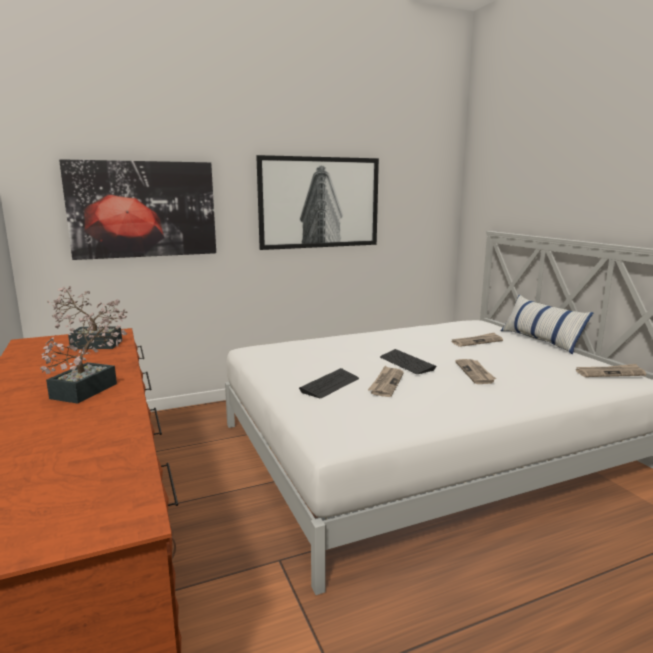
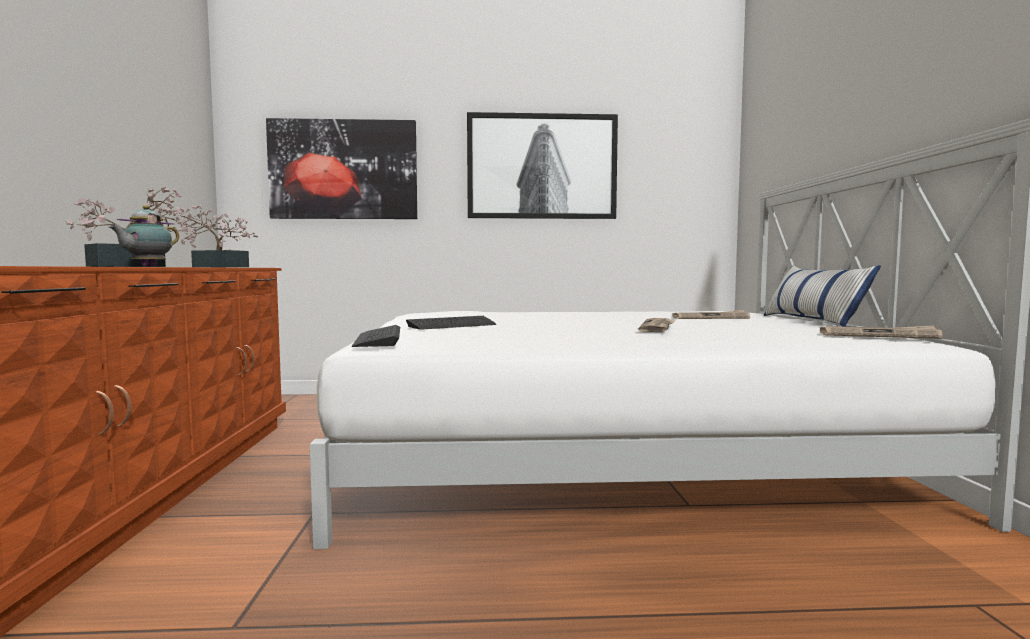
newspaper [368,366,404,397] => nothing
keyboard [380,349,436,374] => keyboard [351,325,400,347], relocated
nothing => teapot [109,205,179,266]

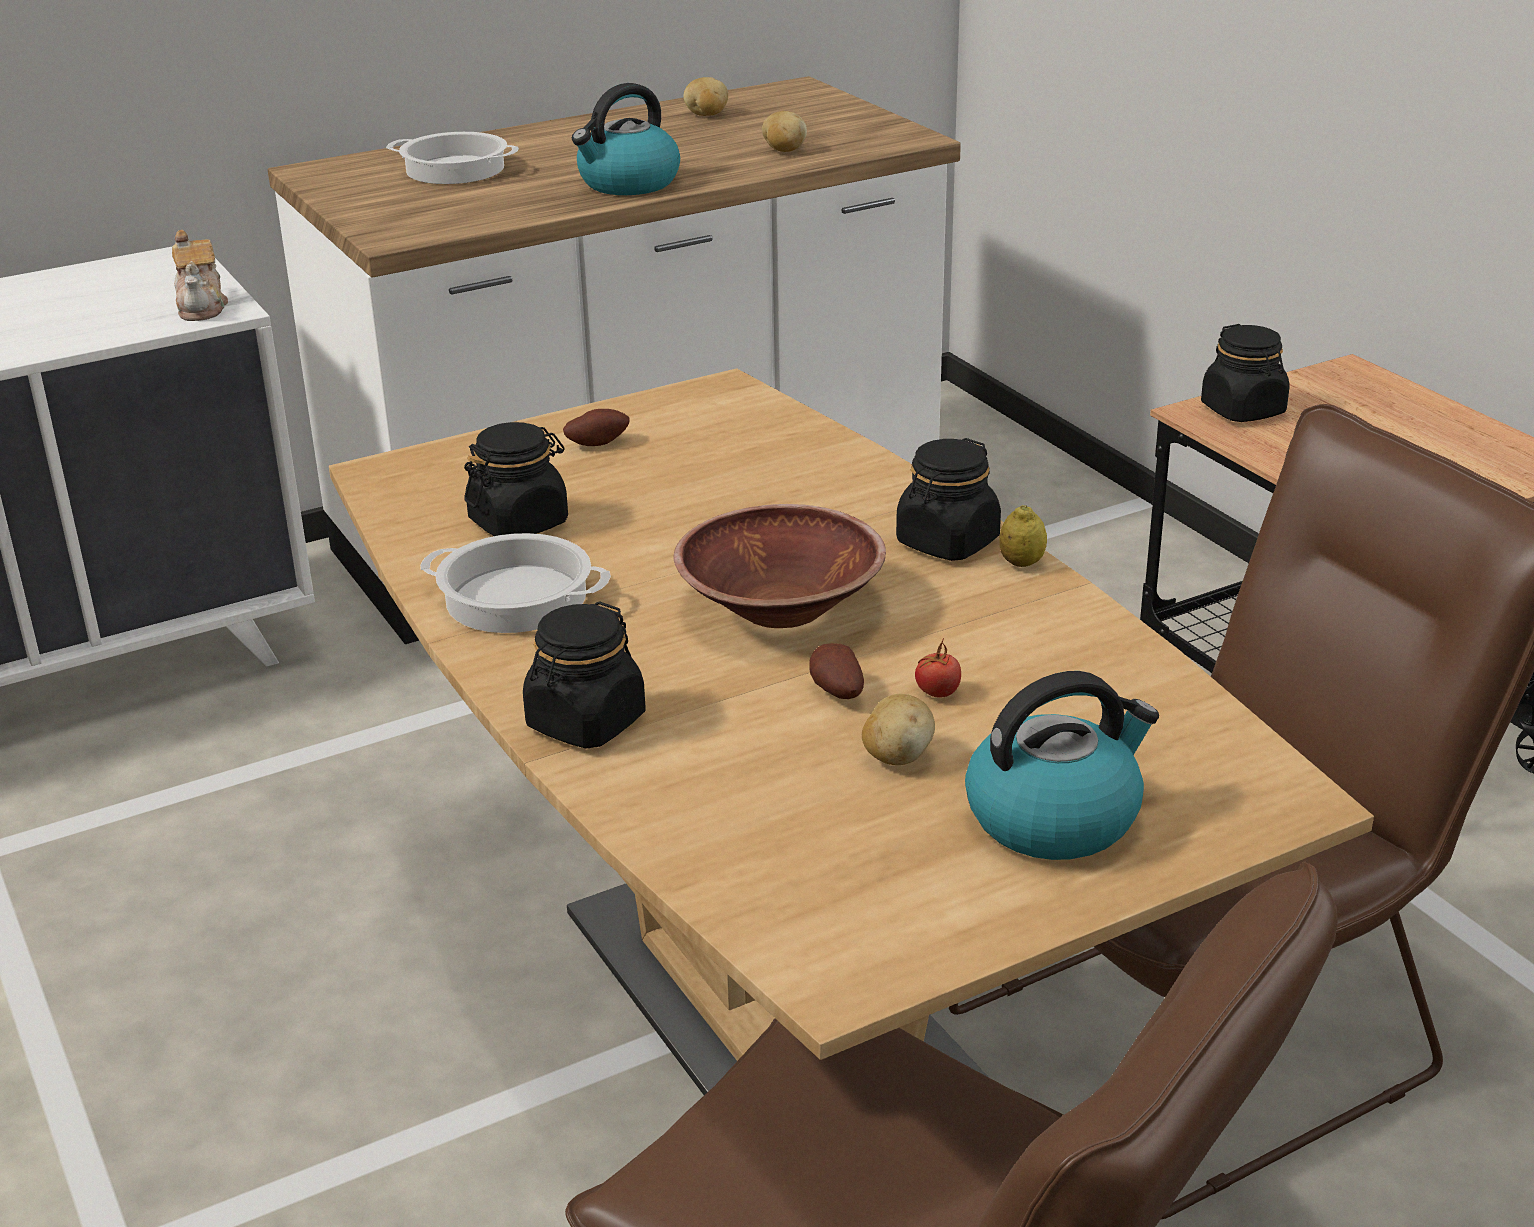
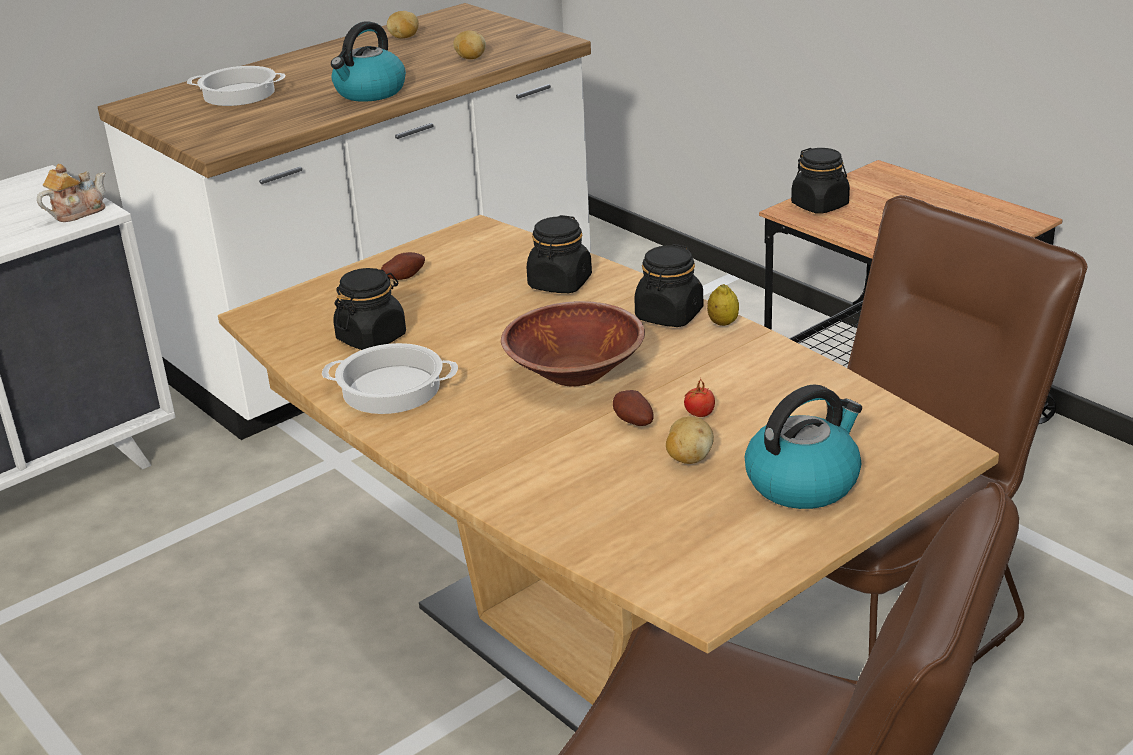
teapot [172,230,228,321] => teapot [37,164,106,222], 105 degrees counterclockwise
black jar [523,602,646,749] => black jar [527,215,592,293], relocated

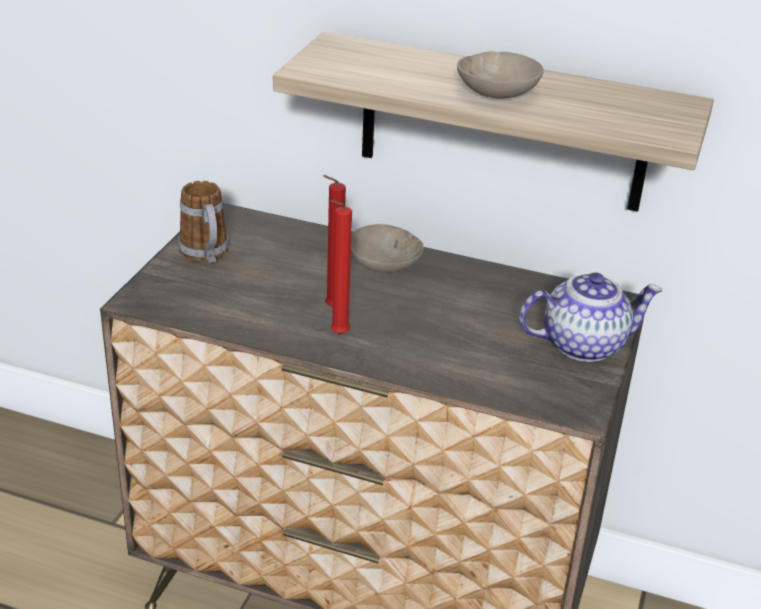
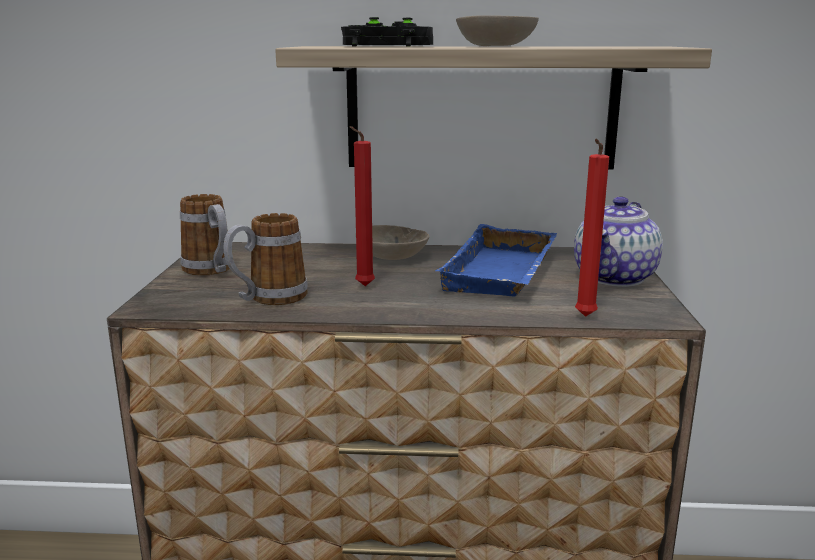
red candle [331,200,352,334] => red candle [575,139,609,317], relocated
teapot [519,272,663,362] => teapot [574,197,663,287], 150 degrees clockwise
nothing => mug [224,213,308,305]
nothing => black game controller [341,17,433,46]
nothing => blue tray [435,224,557,296]

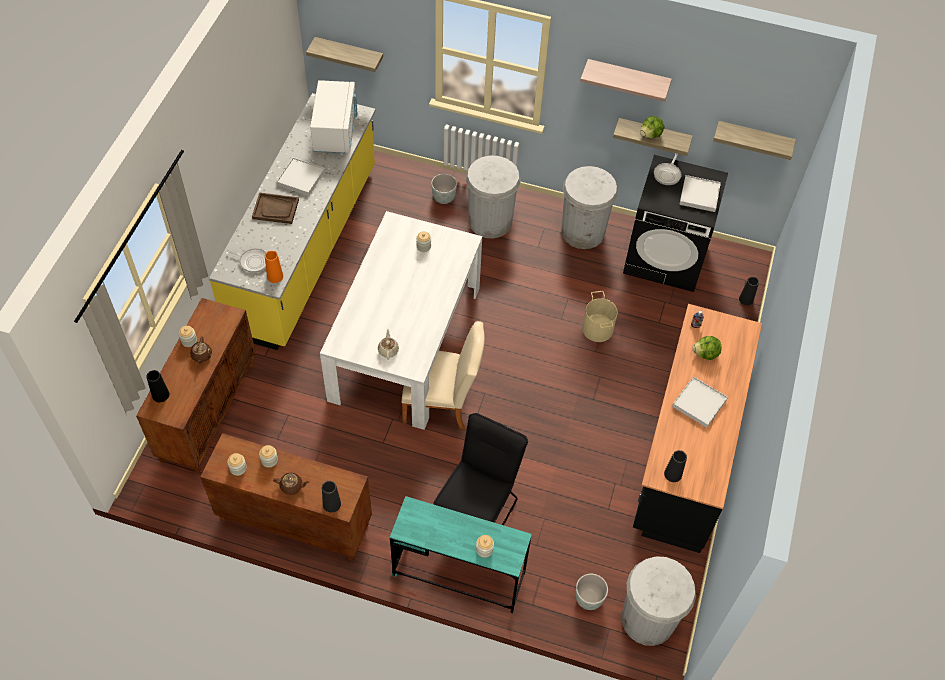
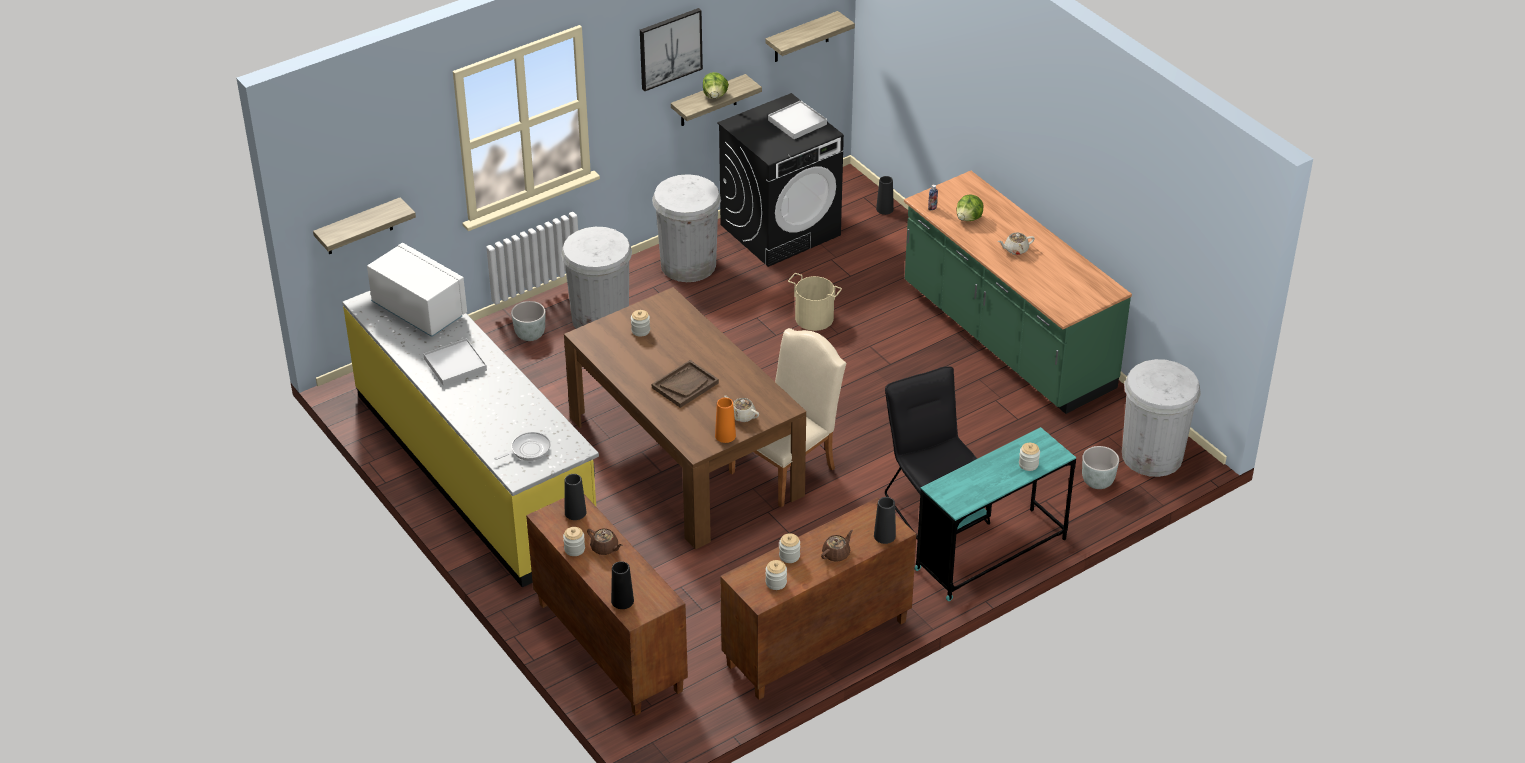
brown tray [252,193,299,224] => brown tray [652,360,719,408], relocated
orange vase [265,251,283,283] => orange vase [715,398,736,443], relocated
white dining table [320,211,482,430] => brown dining table [564,287,806,550]
shelf [580,59,672,102] => picture [640,8,703,91]
black counter [633,304,762,553] => green counter [904,171,1132,414]
frying pan [654,153,682,185] => nothing
black vase [664,450,687,482] => black vase [565,474,586,520], relocated
white tray [672,376,728,428] => beige teapot [998,233,1035,255]

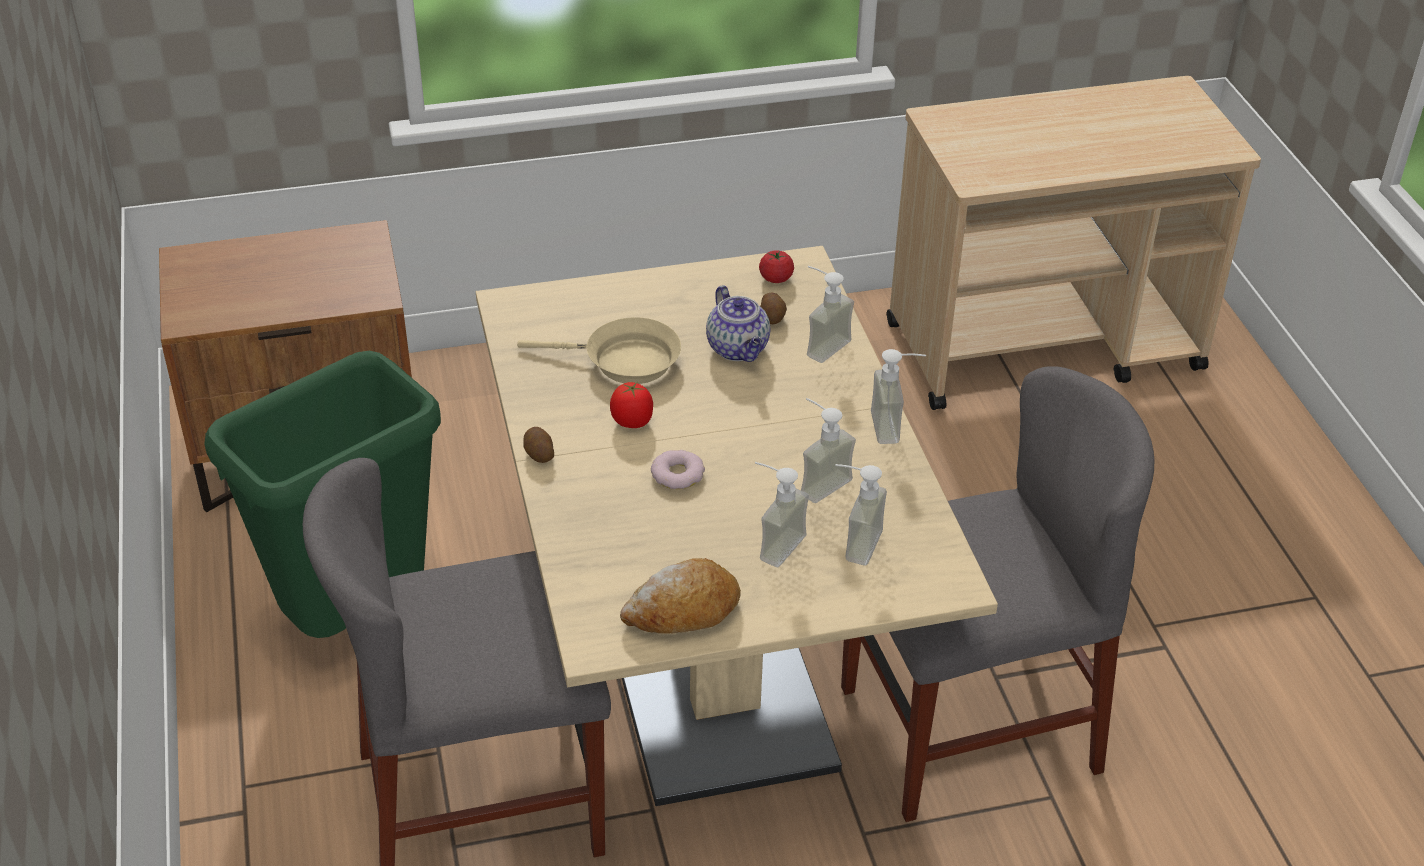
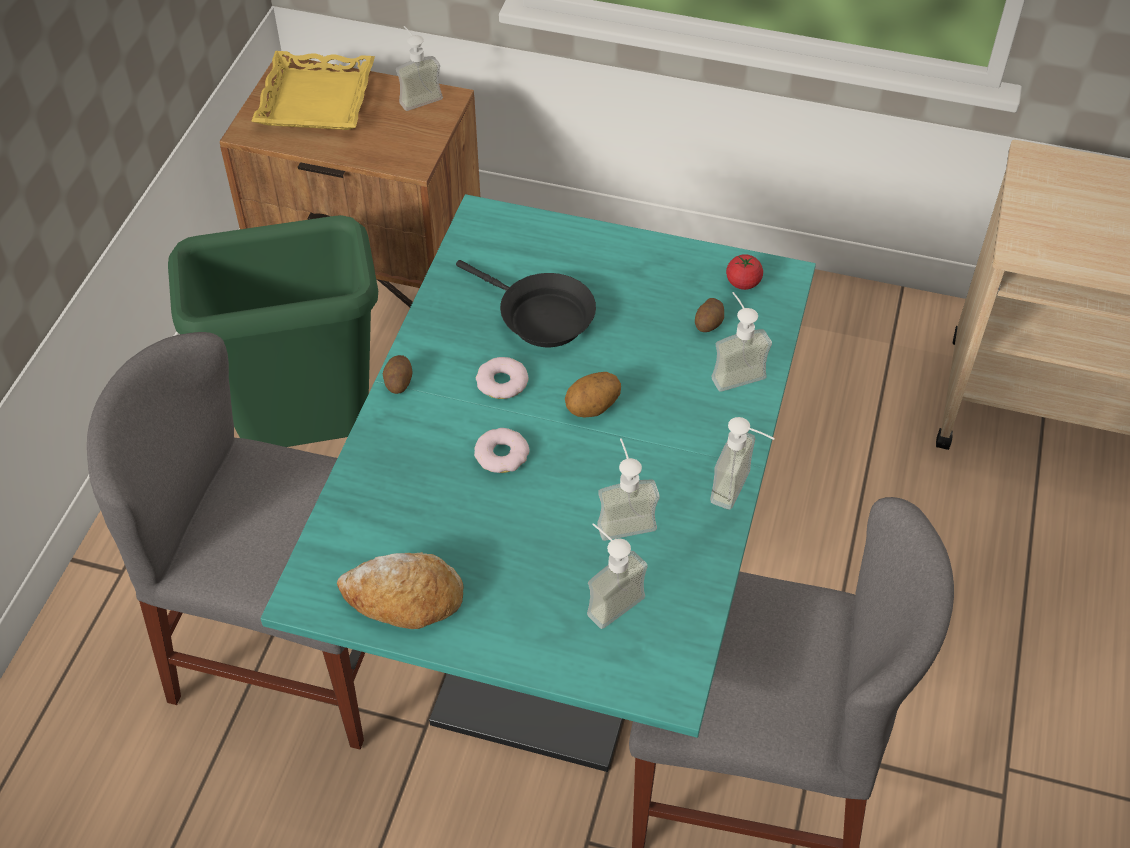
beige dining table [476,246,998,806] => turquoise dining table [260,194,816,772]
beige frying pan [517,317,681,384] => black frying pan [456,260,596,347]
tomato [610,381,653,428] => donut [476,357,529,399]
teapot [706,285,770,362] => nothing
soap dispenser [755,462,809,567] => soap dispenser [396,26,443,111], relocated
nothing => yellow tray [251,51,375,130]
nothing => potato [565,372,621,417]

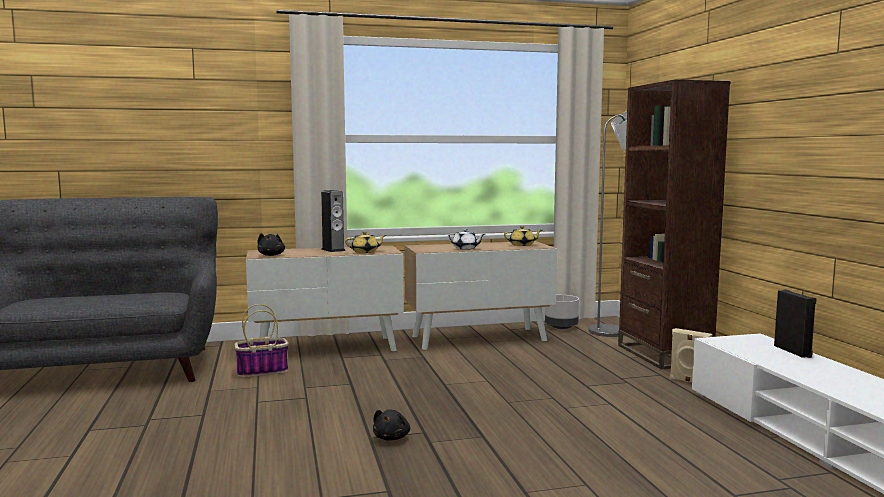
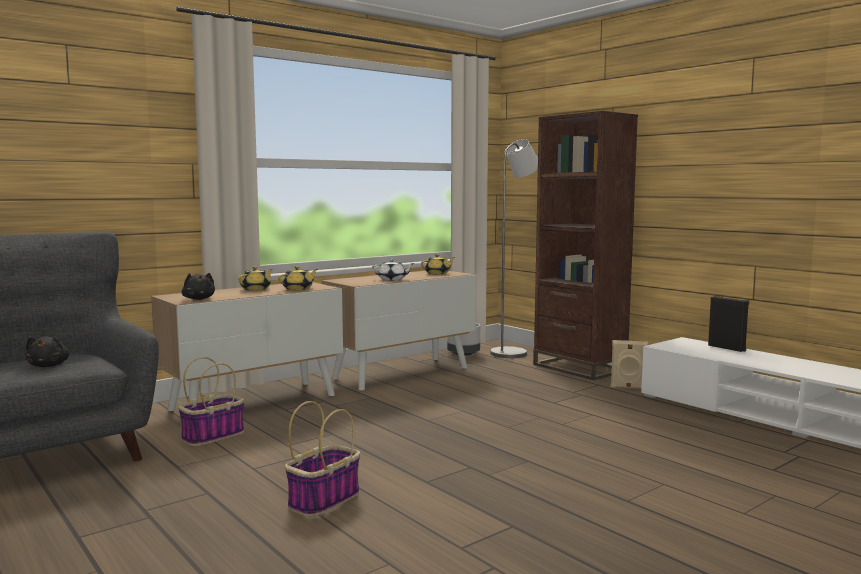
speaker [321,190,346,252] => yellow teapot [238,266,272,291]
black plush toy [373,410,410,441] => black plush toy [26,336,69,367], relocated
nothing => basket [285,401,360,517]

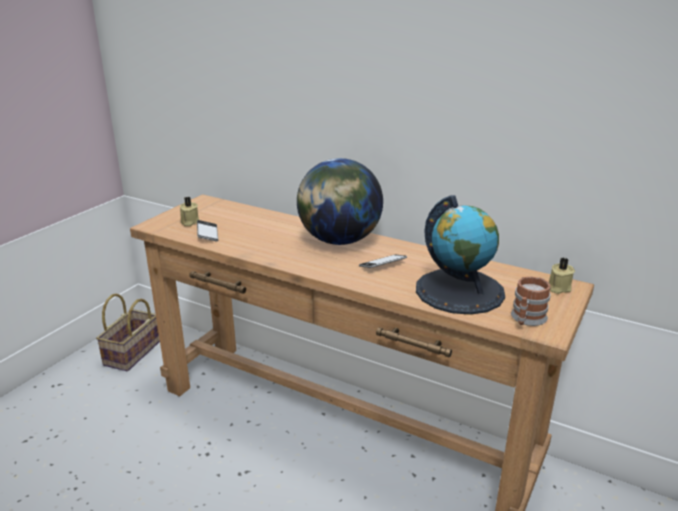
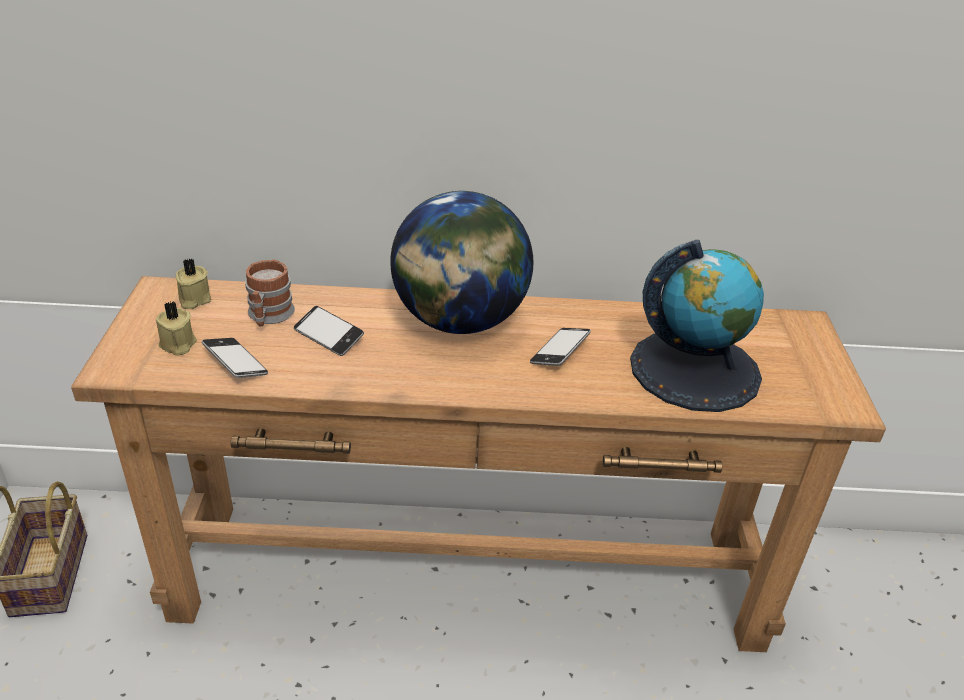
mug [511,276,551,326] => mug [245,259,295,326], relocated
beige candle [548,258,575,294] => beige candle [176,259,211,309], relocated
nothing => phone [294,306,364,356]

